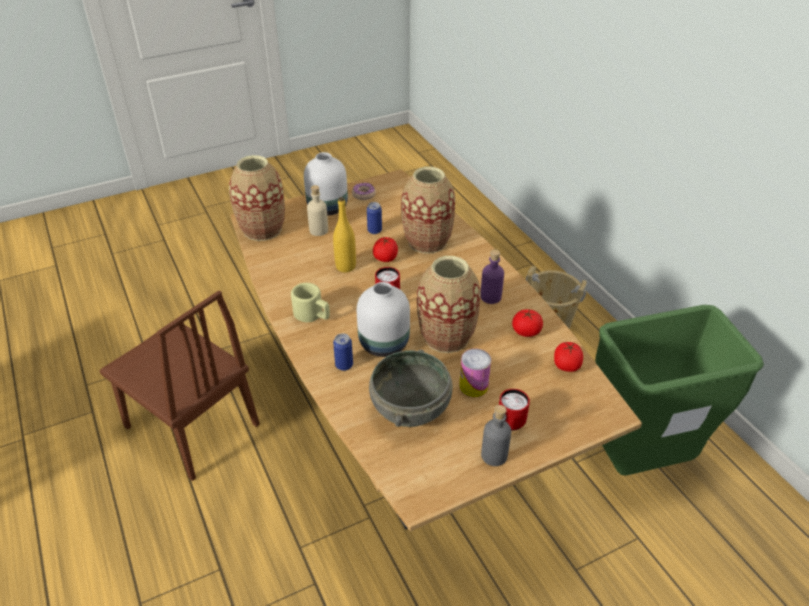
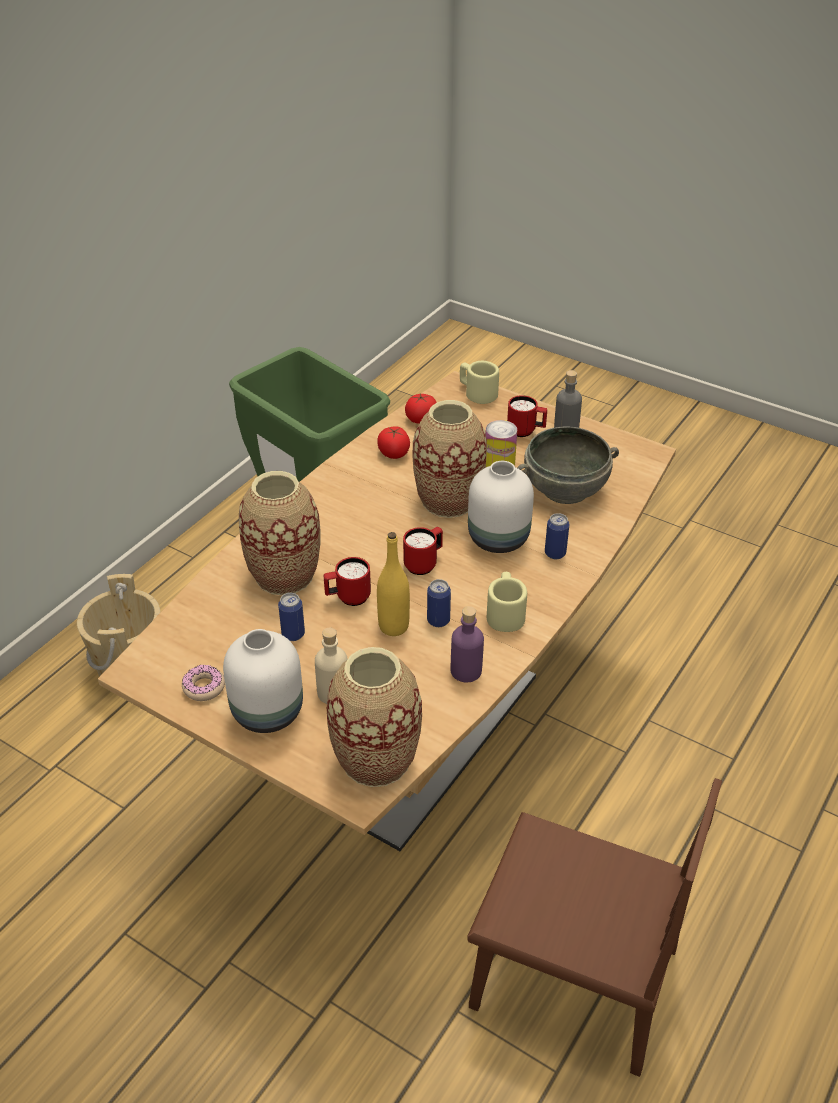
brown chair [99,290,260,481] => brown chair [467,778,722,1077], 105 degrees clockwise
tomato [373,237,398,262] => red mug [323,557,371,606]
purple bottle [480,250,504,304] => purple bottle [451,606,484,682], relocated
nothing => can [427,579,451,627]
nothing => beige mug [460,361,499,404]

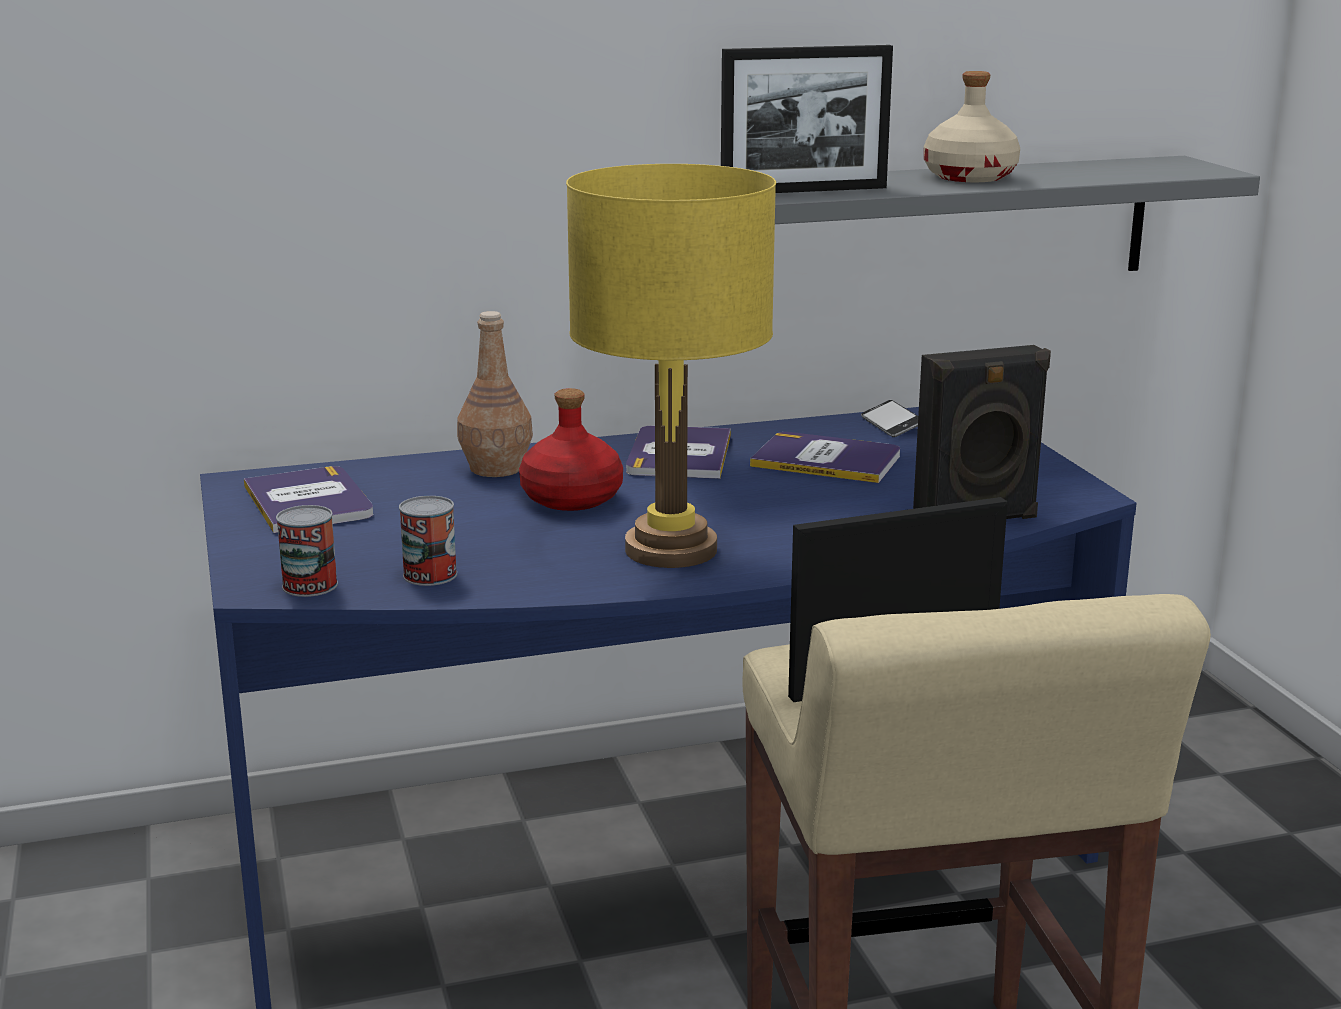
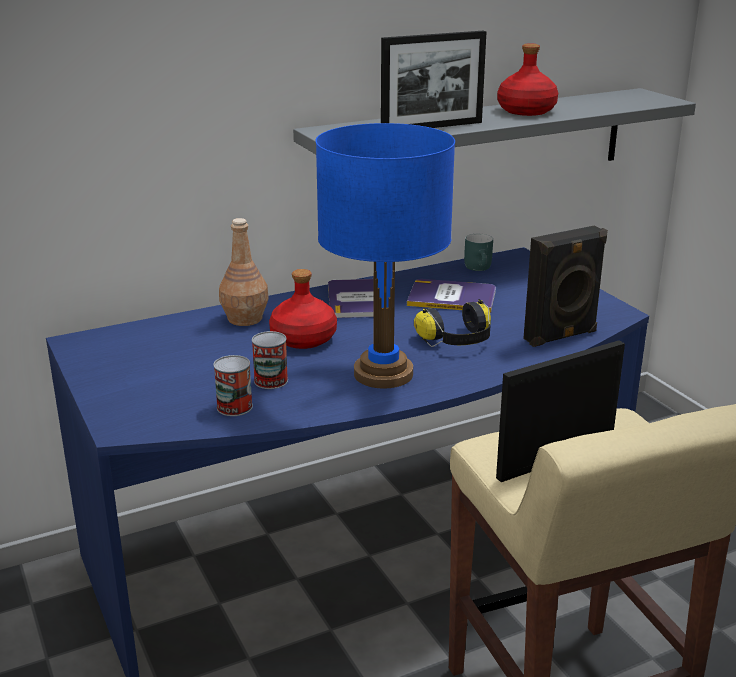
book [244,466,373,533] => nothing
can [276,505,338,597] => can [252,331,288,389], relocated
yellow table lamp [566,164,776,568] => blue table lamp [316,123,455,388]
phone [861,400,918,437] => turquoise mug [464,234,493,271]
beige bottle [924,71,1020,182] => red bottle [497,43,558,116]
nothing => headphones [414,299,491,347]

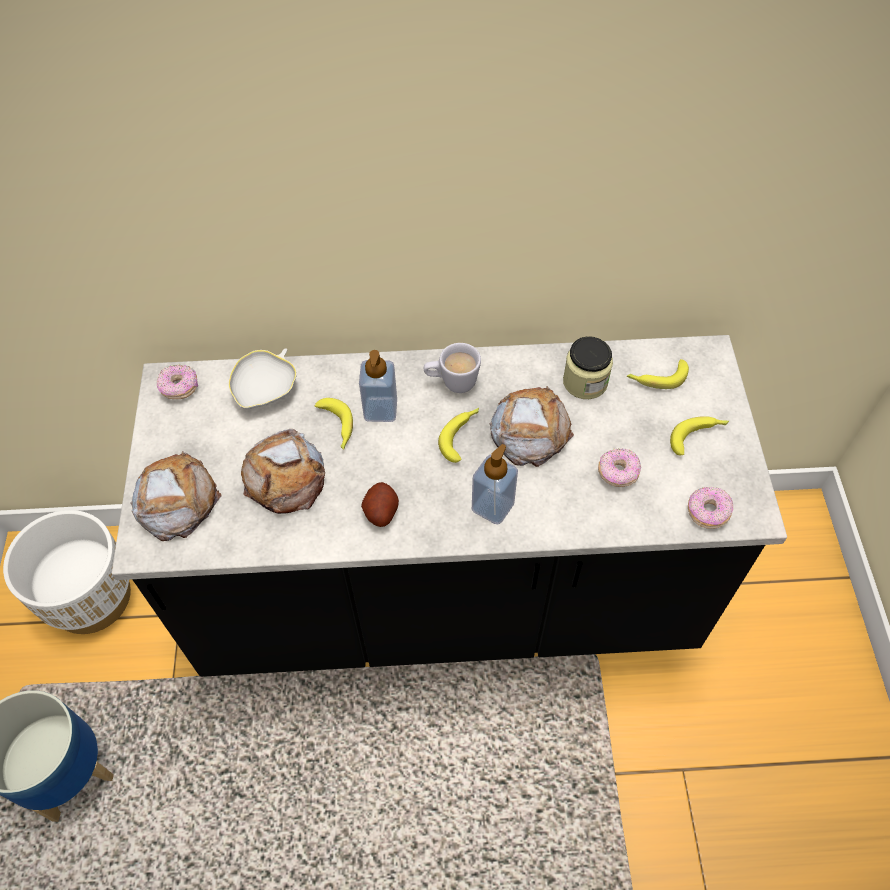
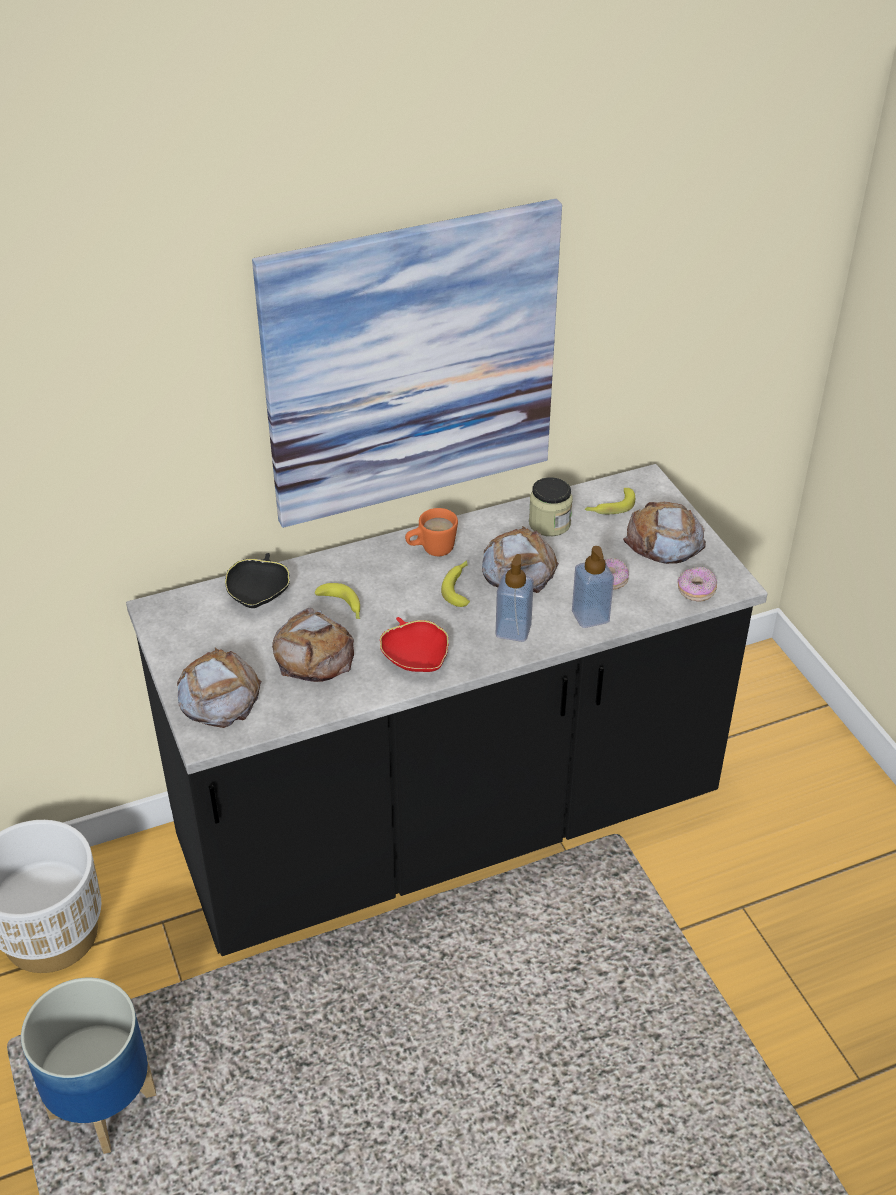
donut [157,364,198,399] => nothing
white bowl [228,348,297,409] => black bowl [225,553,290,608]
soap dispenser [359,350,397,422] => soap dispenser [572,546,614,628], relocated
potato [361,482,399,527] => red bowl [380,617,449,672]
white mug [424,343,481,393] => orange mug [405,508,458,556]
banana [670,416,729,455] => bread [623,502,706,564]
nothing => picture [252,199,562,528]

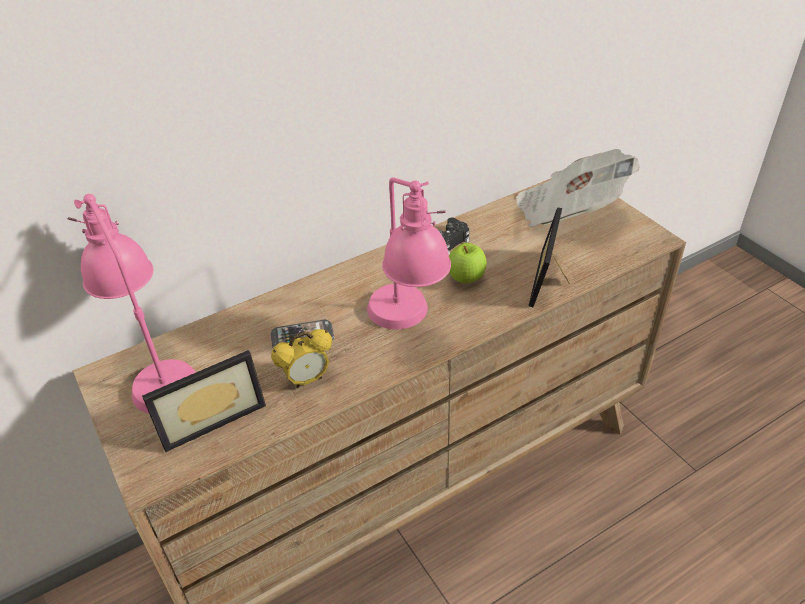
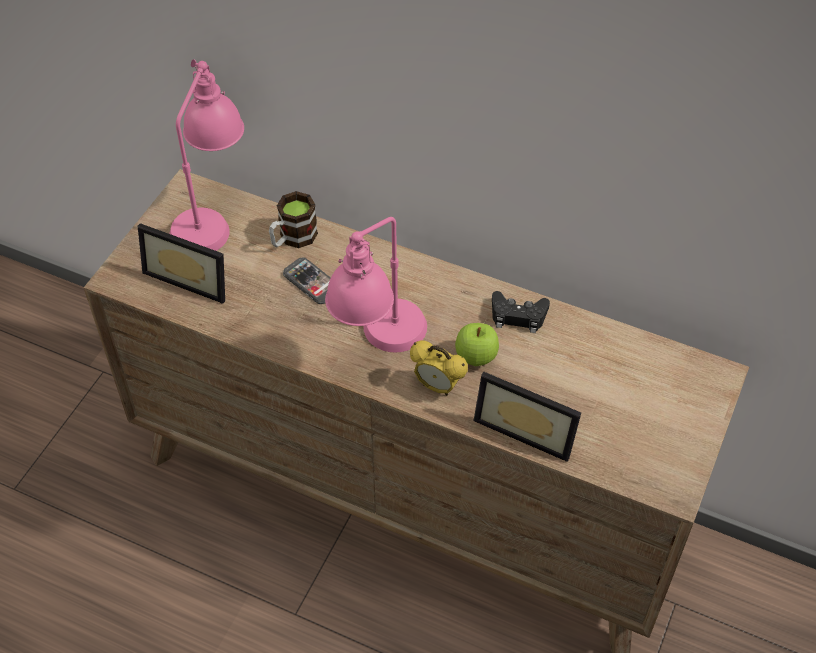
alarm clock [271,329,332,388] => alarm clock [410,340,468,396], relocated
newspaper [516,149,639,228] => nothing
picture frame [529,207,570,307] => picture frame [473,372,581,462], 135 degrees counterclockwise
nothing => mug [269,191,318,248]

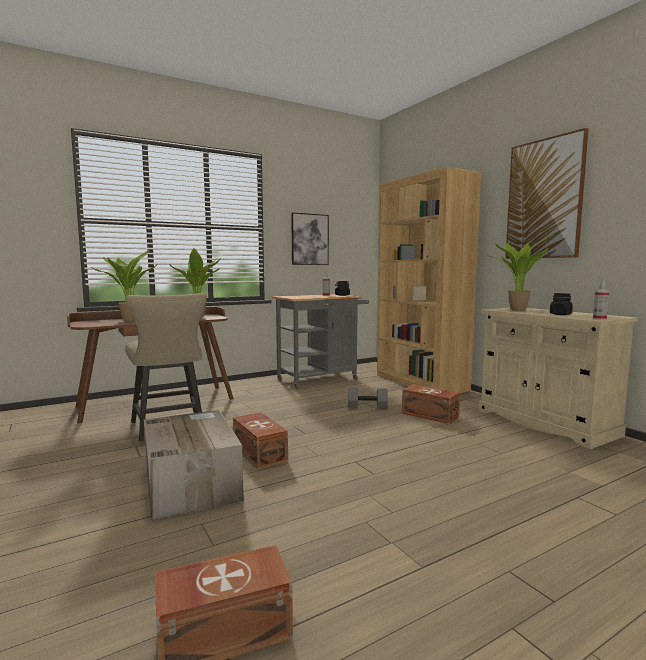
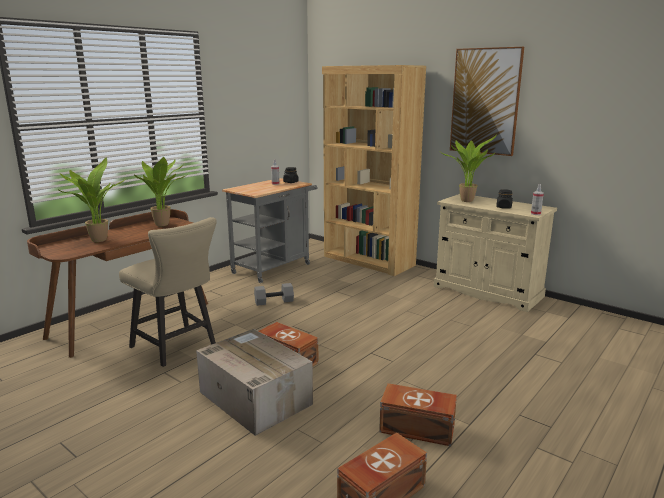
picture [291,212,329,265] => nothing
grey dumbbell [348,388,388,408] => grey dumbbell [254,283,294,306], relocated
brown storage box [402,384,460,424] => brown storage box [379,383,457,446], relocated

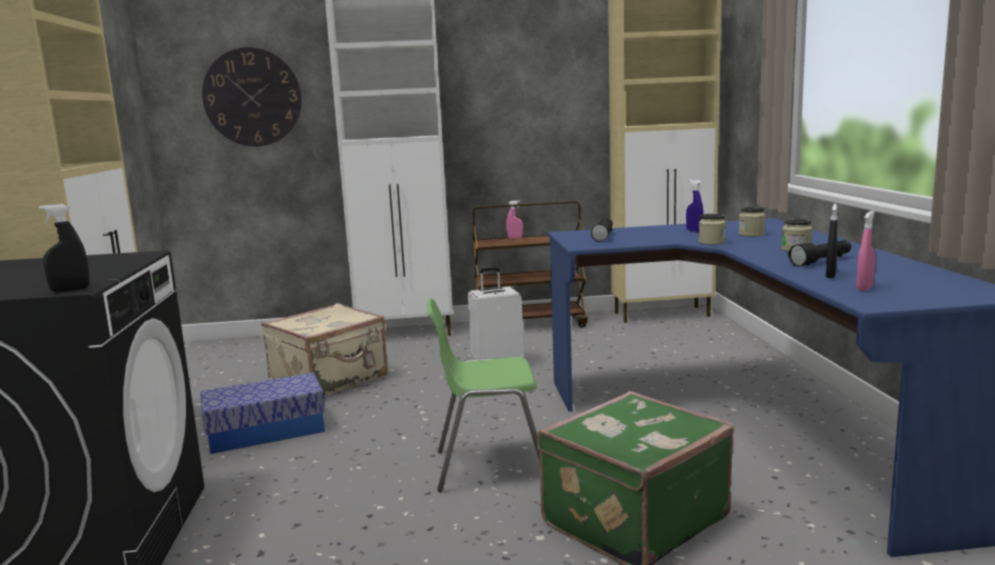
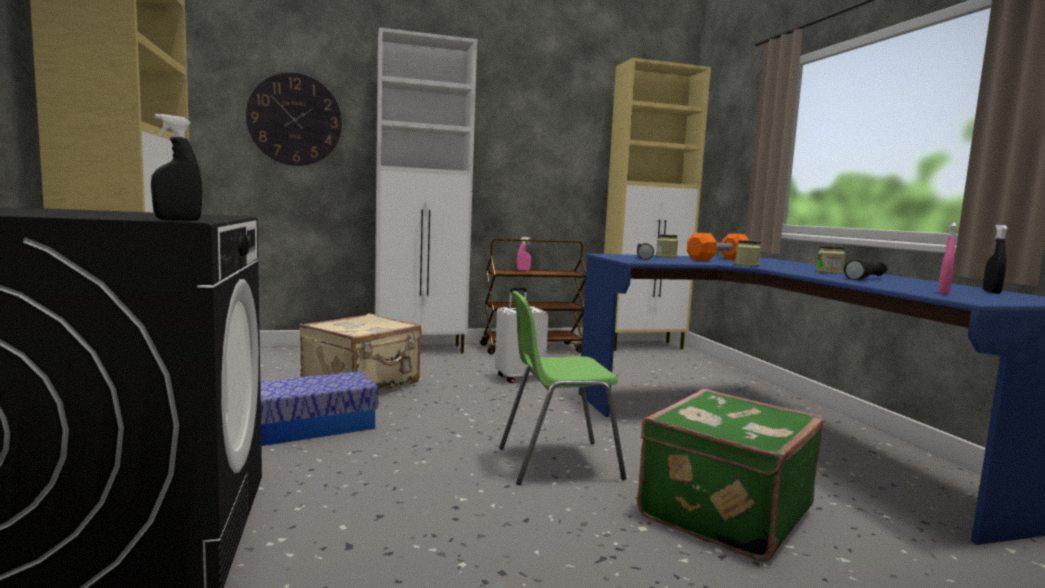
blue spray bottle [686,179,703,233] => orange dumbbell [687,233,749,261]
jar [739,207,765,237] => jar [656,234,678,258], relocated
black spray bottle [826,204,838,278] => black spray bottle [983,225,1008,294], relocated

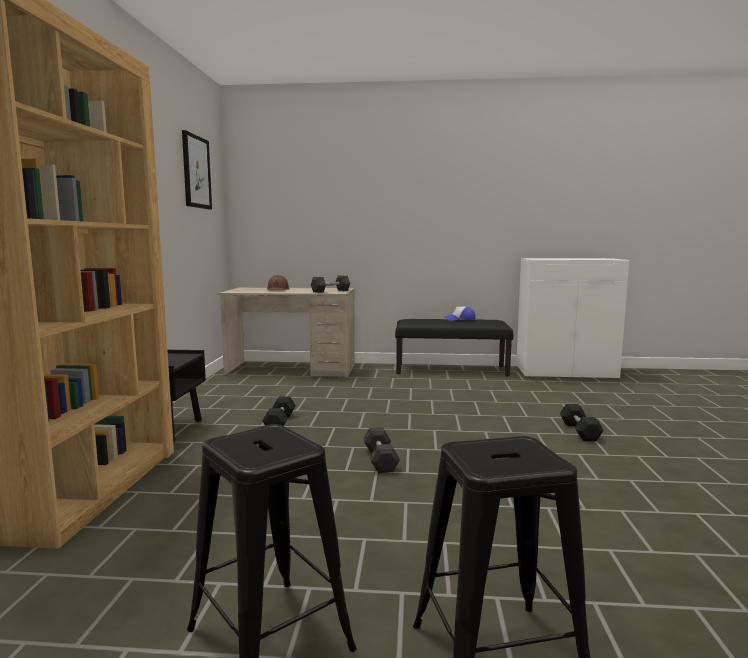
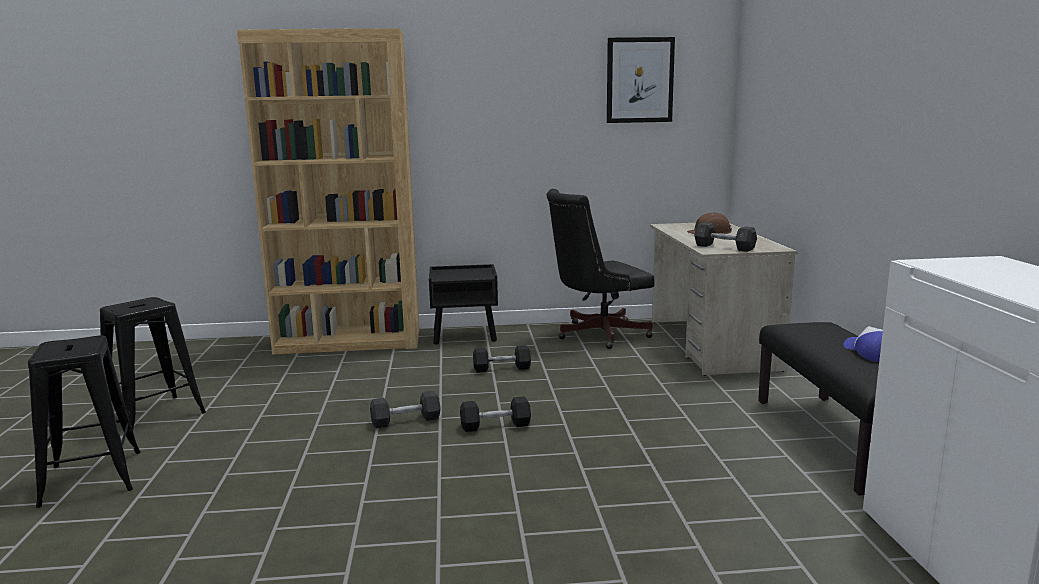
black dumbbell [560,404,604,441] => black dumbbell [460,396,531,432], relocated
nothing => black office chair [546,189,655,349]

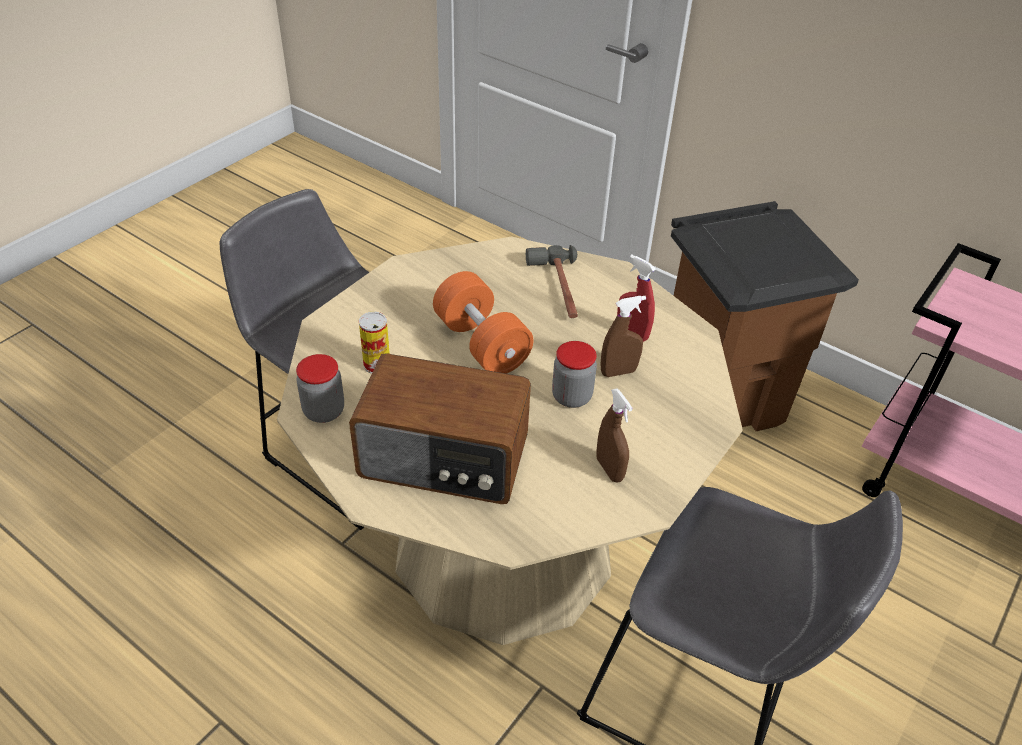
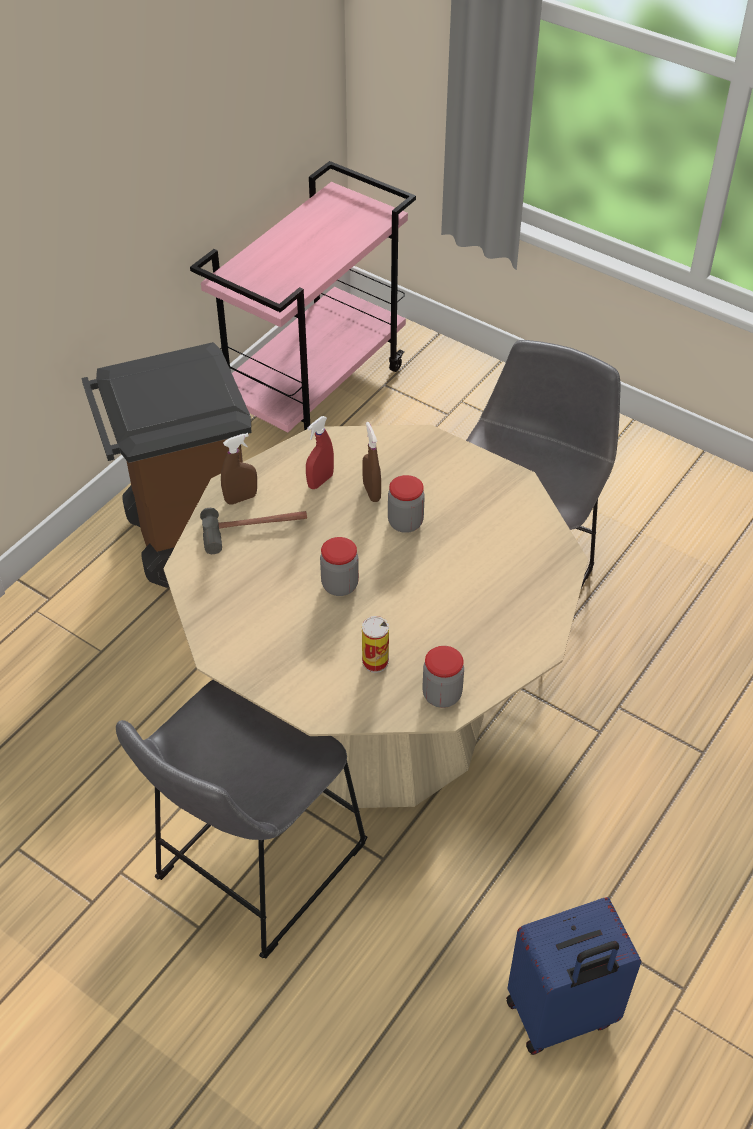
radio [349,353,531,504] => nothing
orange dumbbell [433,271,533,374] => jar [320,537,359,596]
brown spray bottle [596,388,633,483] => brown spray bottle [221,433,257,505], relocated
nothing => blue suitcase [506,897,642,1055]

